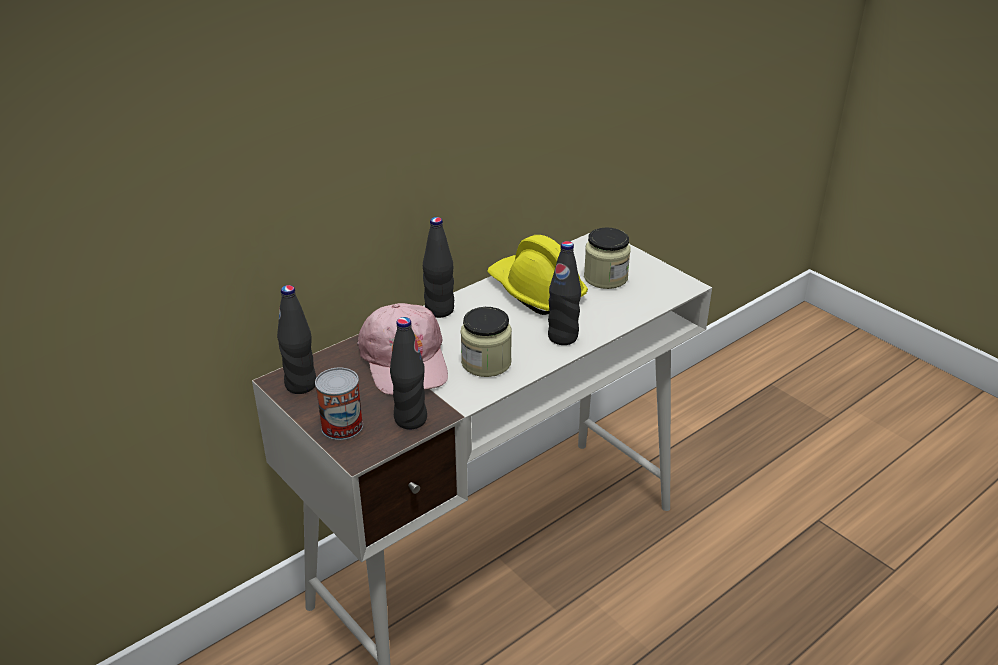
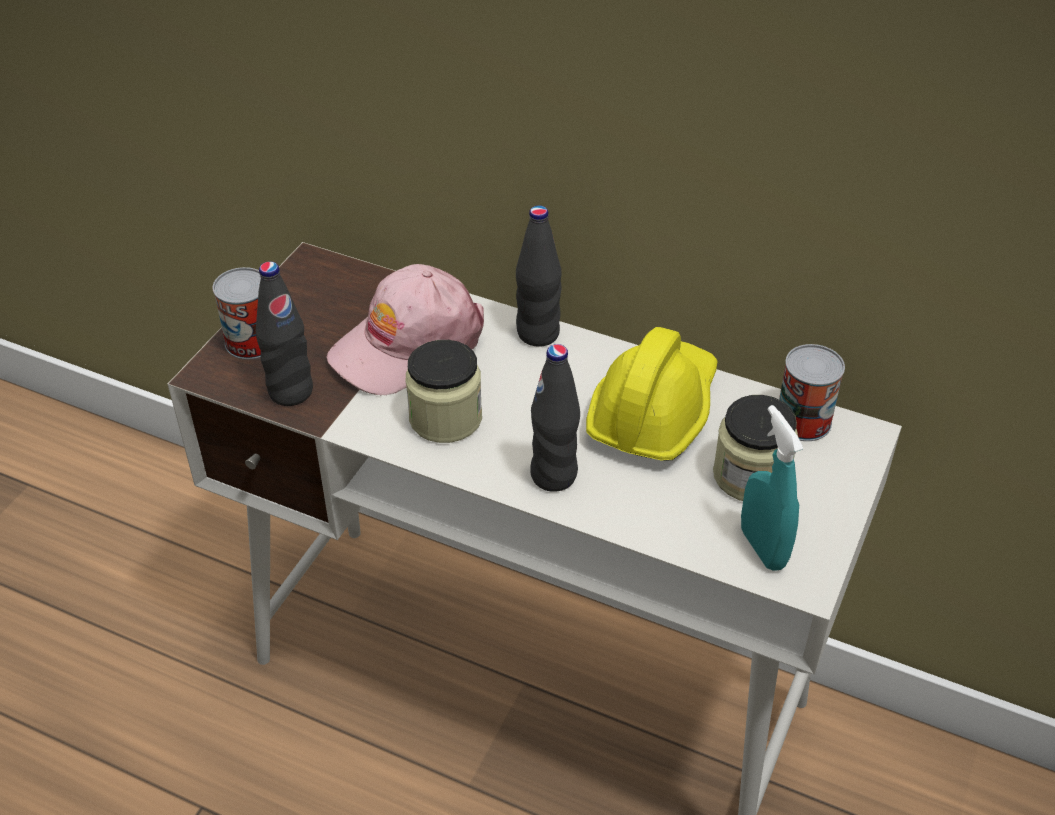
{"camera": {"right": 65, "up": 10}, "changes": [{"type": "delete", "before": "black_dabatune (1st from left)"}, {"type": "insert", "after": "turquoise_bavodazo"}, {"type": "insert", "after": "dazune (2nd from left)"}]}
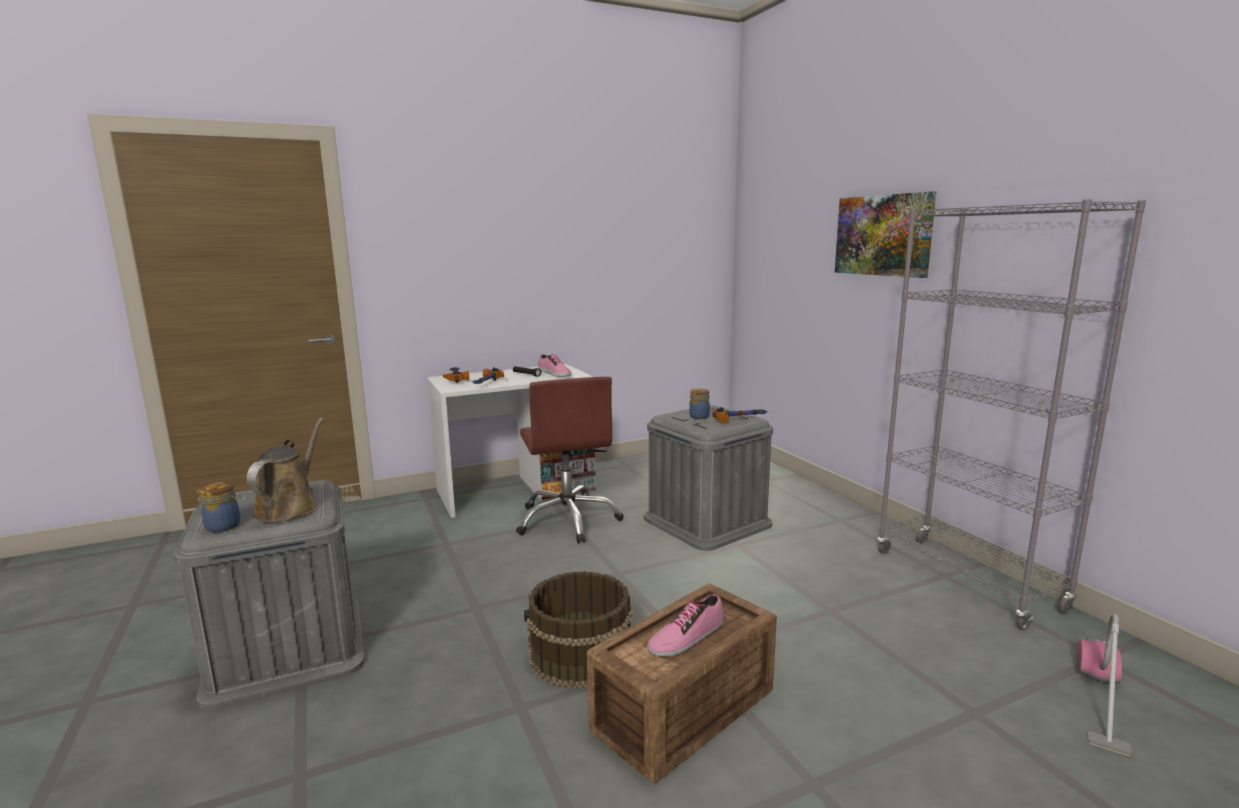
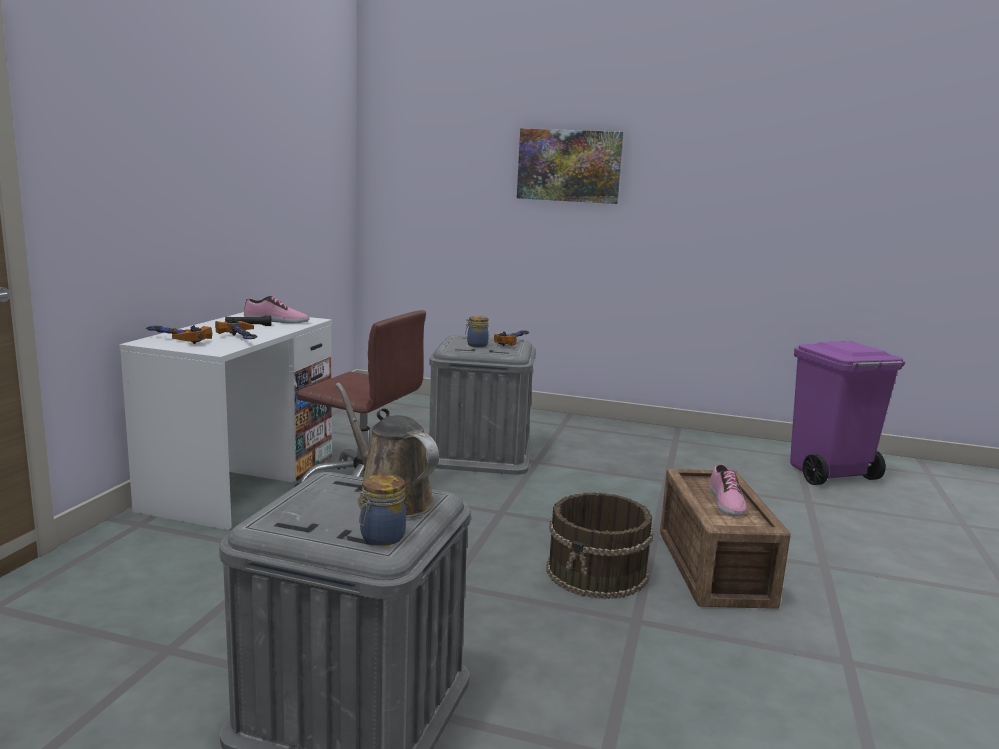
{"camera": {"right": -50, "up": 0}, "changes": [{"type": "delete", "before": "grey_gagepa"}, {"type": "replace", "before": "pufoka", "after": "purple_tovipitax"}]}
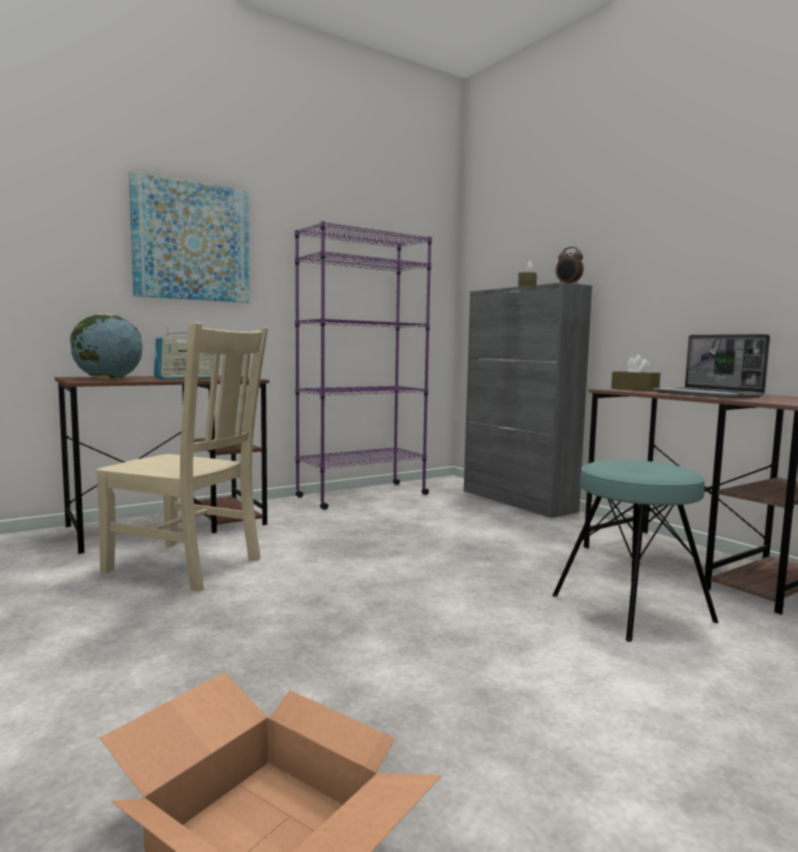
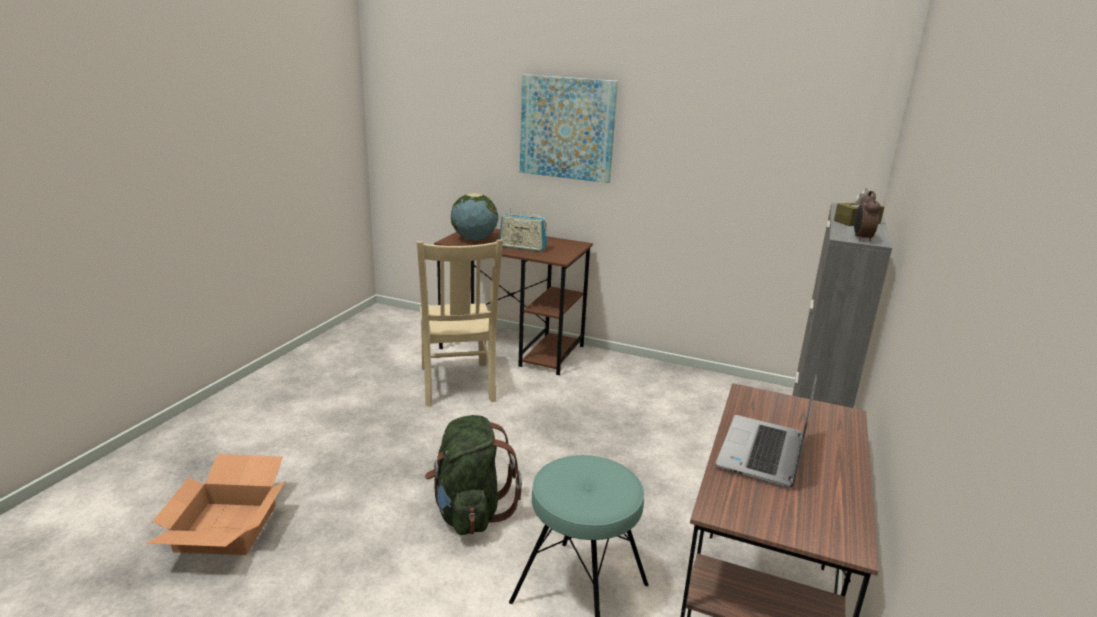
{"camera": {"right": 55, "up": 15}, "changes": [{"type": "delete", "before": "purple_gagepa"}, {"type": "delete", "before": "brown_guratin (2nd from left)"}, {"type": "insert", "after": "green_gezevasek"}]}
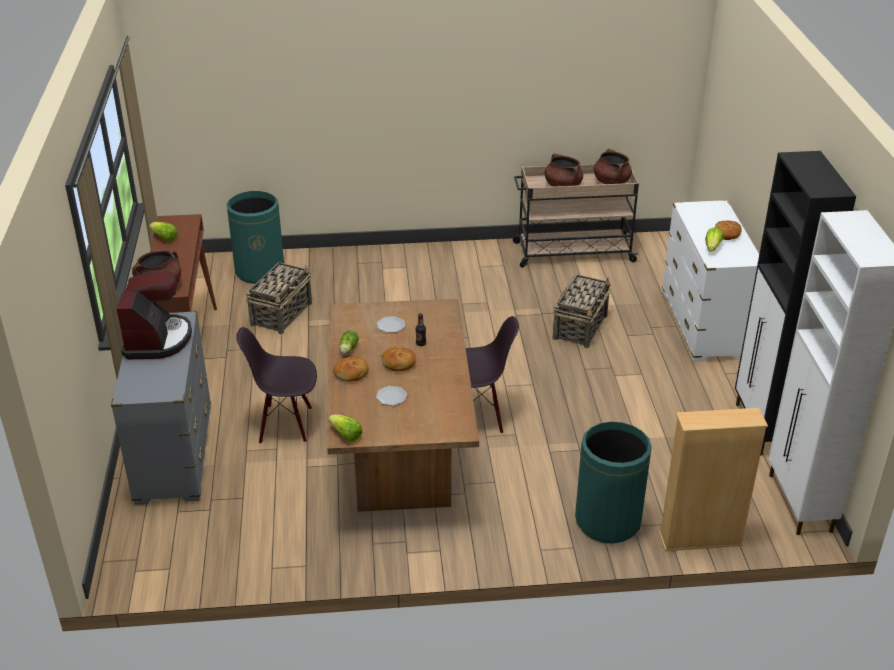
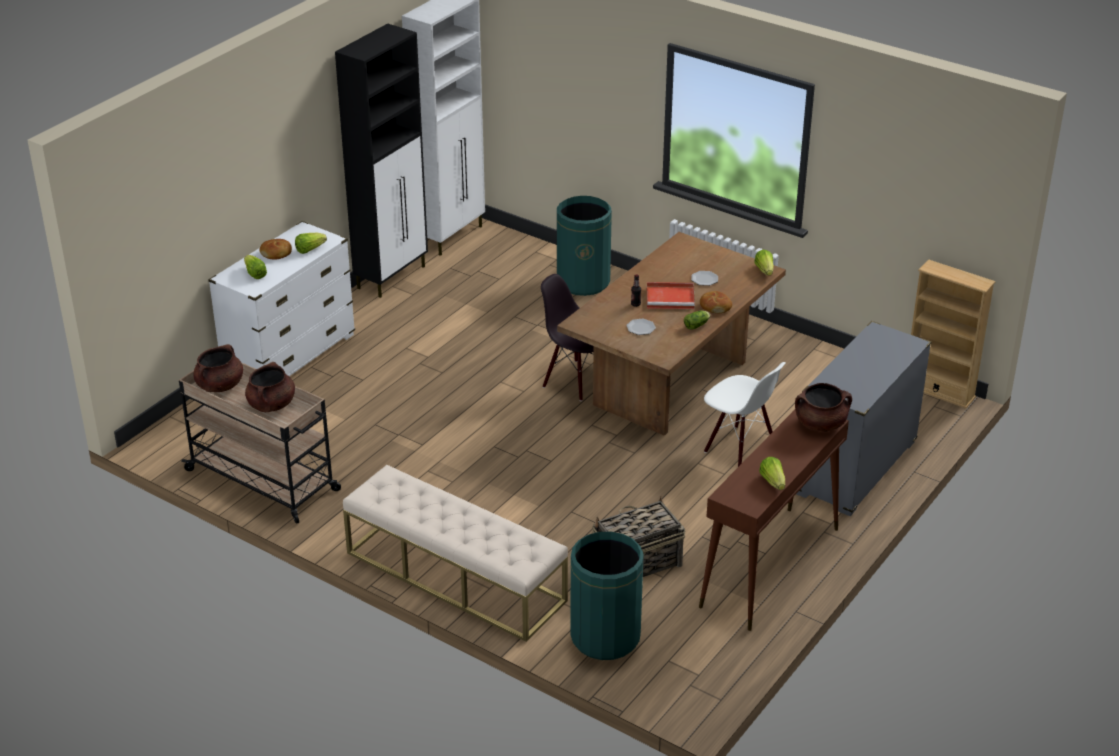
{"camera": {"right": -140, "up": 0}, "changes": [{"type": "delete", "before": "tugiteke"}, {"type": "delete", "before": "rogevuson (2nd from left)"}, {"type": "insert", "after": "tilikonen (1st from left)"}, {"type": "insert", "after": "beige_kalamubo"}, {"type": "move", "before": "beige_gagepa"}, {"type": "replace", "before": "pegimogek (2nd from left)", "after": "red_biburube"}, {"type": "recolor", "before": "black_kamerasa (1st from left)", "after": "white_kamerasa"}]}
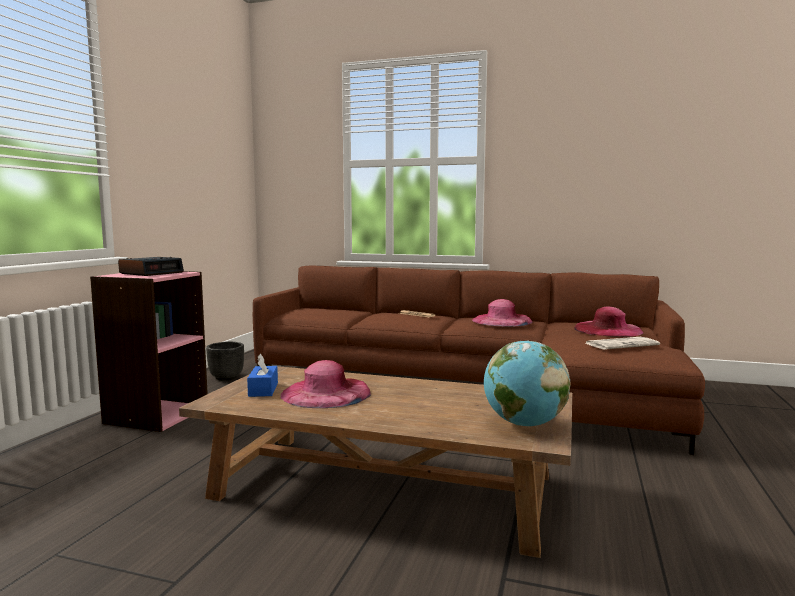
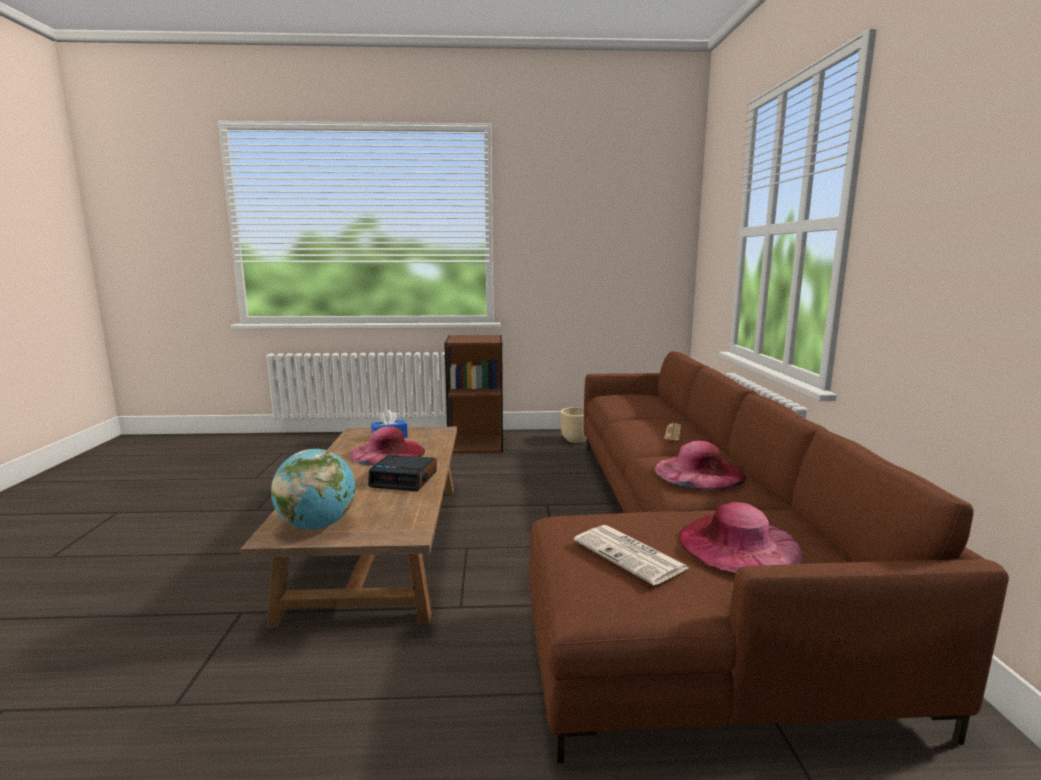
{"camera": {"right": 70, "up": 5}, "changes": [{"type": "move", "before": "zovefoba"}, {"type": "recolor", "before": "pink_gagepa", "after": "brown_gagepa"}, {"type": "recolor", "before": "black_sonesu", "after": "beige_sonesu"}]}
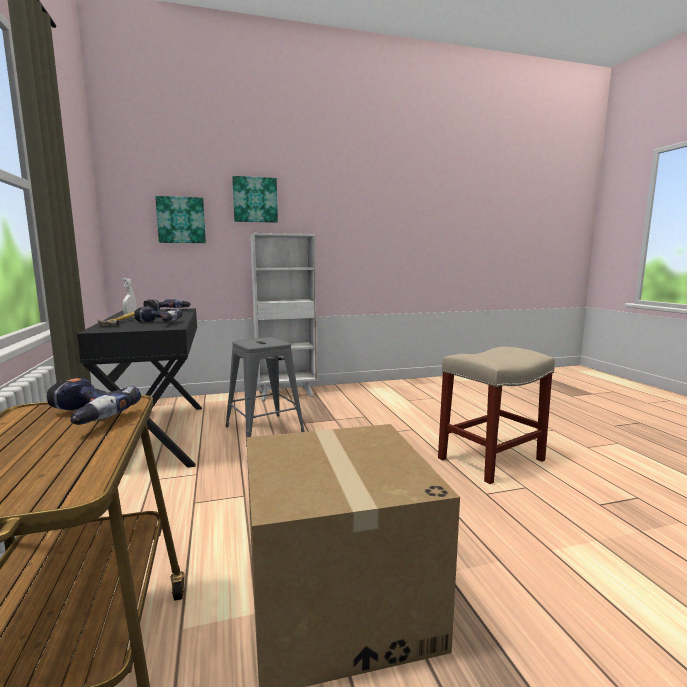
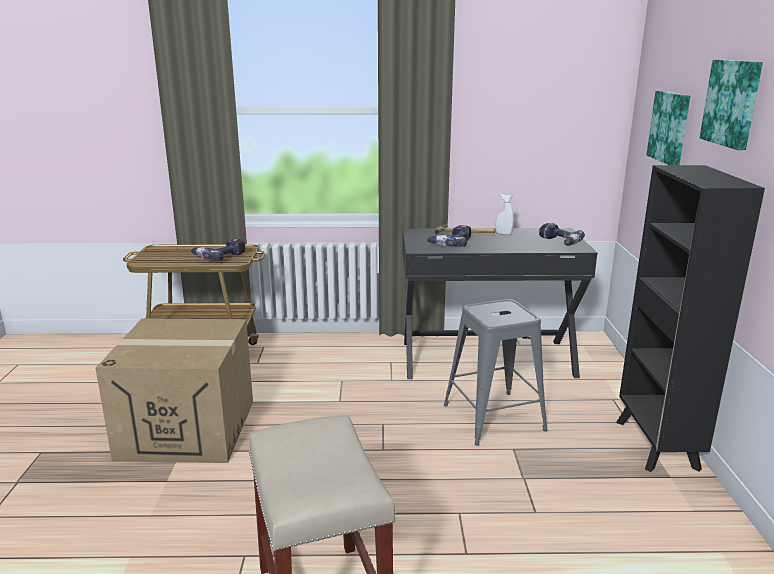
{"camera": {"right": 105, "up": 10}, "changes": [{"type": "recolor", "before": "white_gagepa", "after": "black_gagepa"}]}
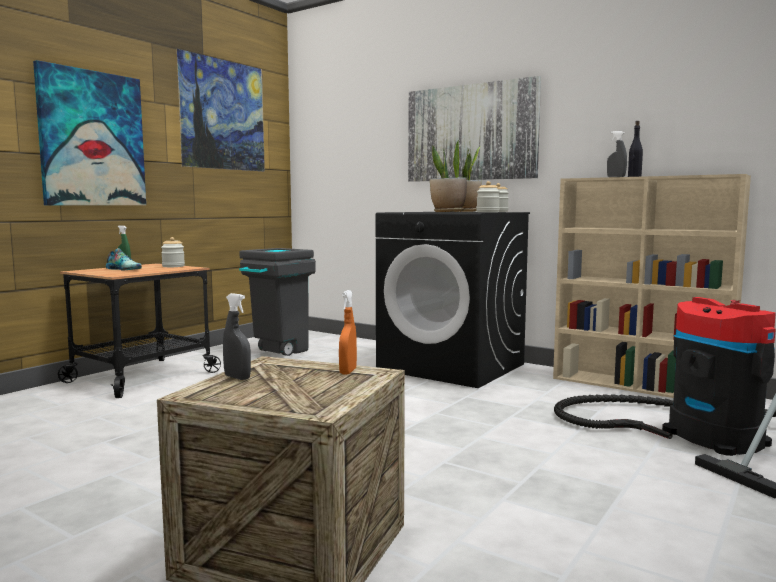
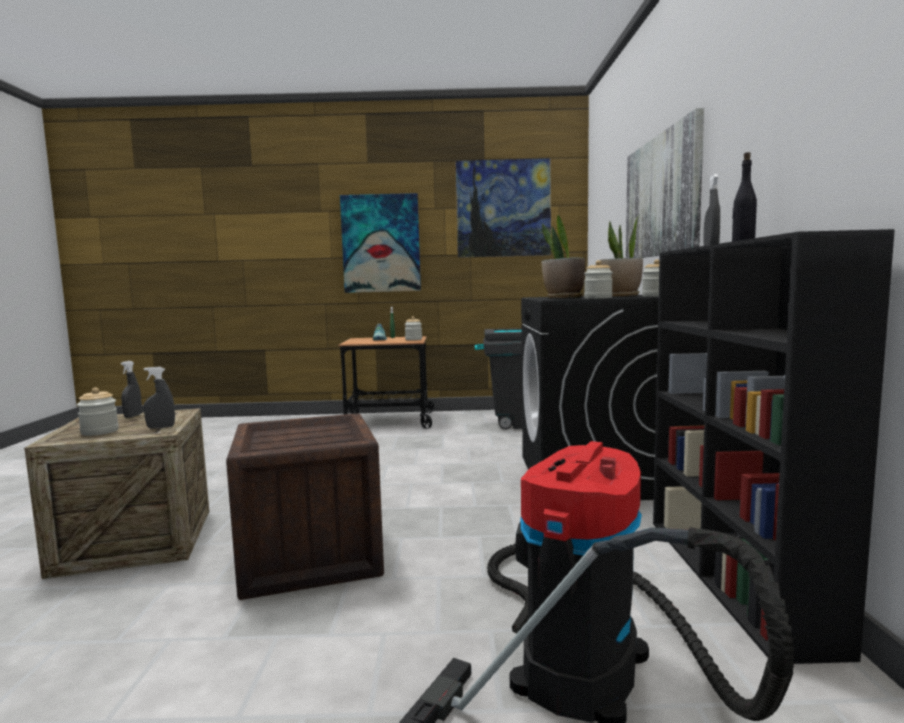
{"camera": {"right": 55, "up": 0}, "changes": [{"type": "insert", "after": "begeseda (1st from left)"}, {"type": "insert", "after": "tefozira (2nd from left)"}, {"type": "recolor", "before": "orange_bavodazo", "after": "grey_bavodazo (2nd from left)"}, {"type": "recolor", "before": "beige_gagepa", "after": "black_gagepa"}]}
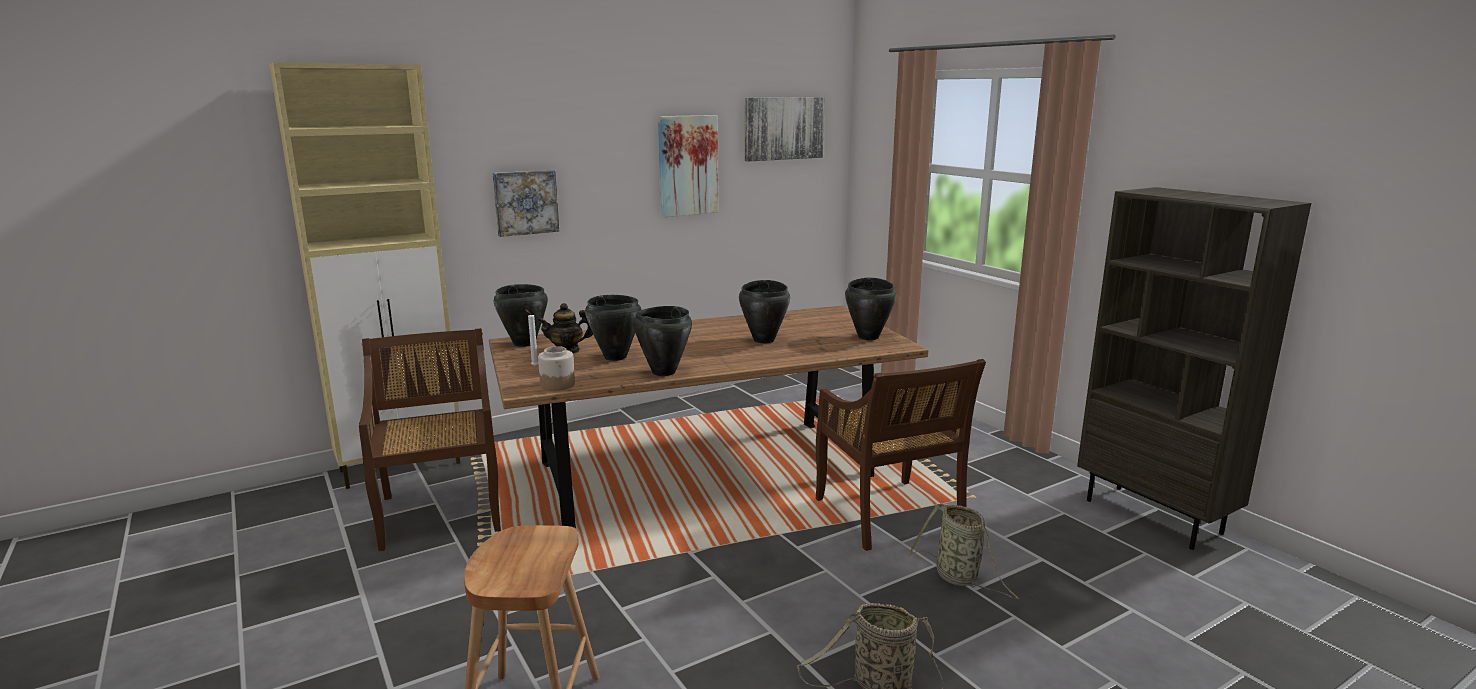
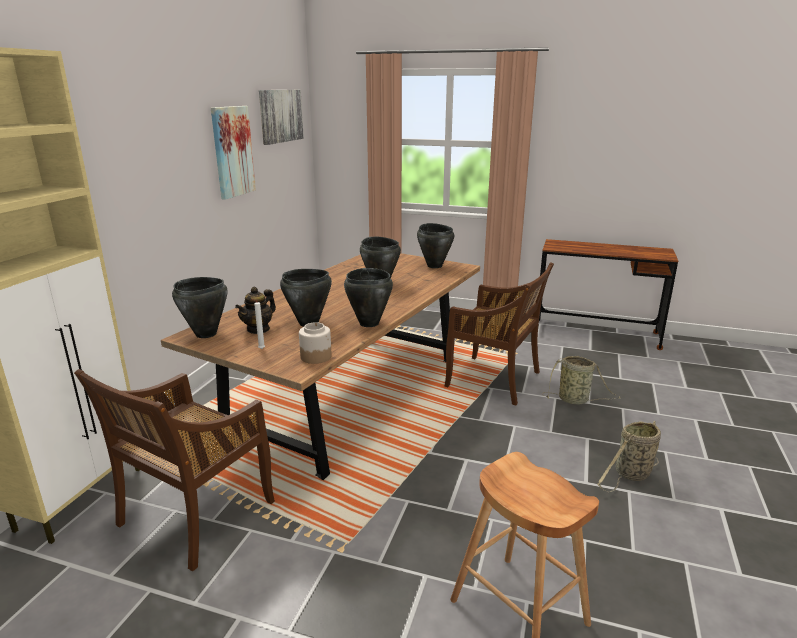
{"camera": {"right": -40, "up": 5}, "changes": [{"type": "delete", "before": "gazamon (1st from left)"}, {"type": "replace", "before": "brown_gagepa", "after": "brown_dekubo"}, {"type": "rotate", "before": "brown_kamerasa (1st from left)", "turn": -90}]}
